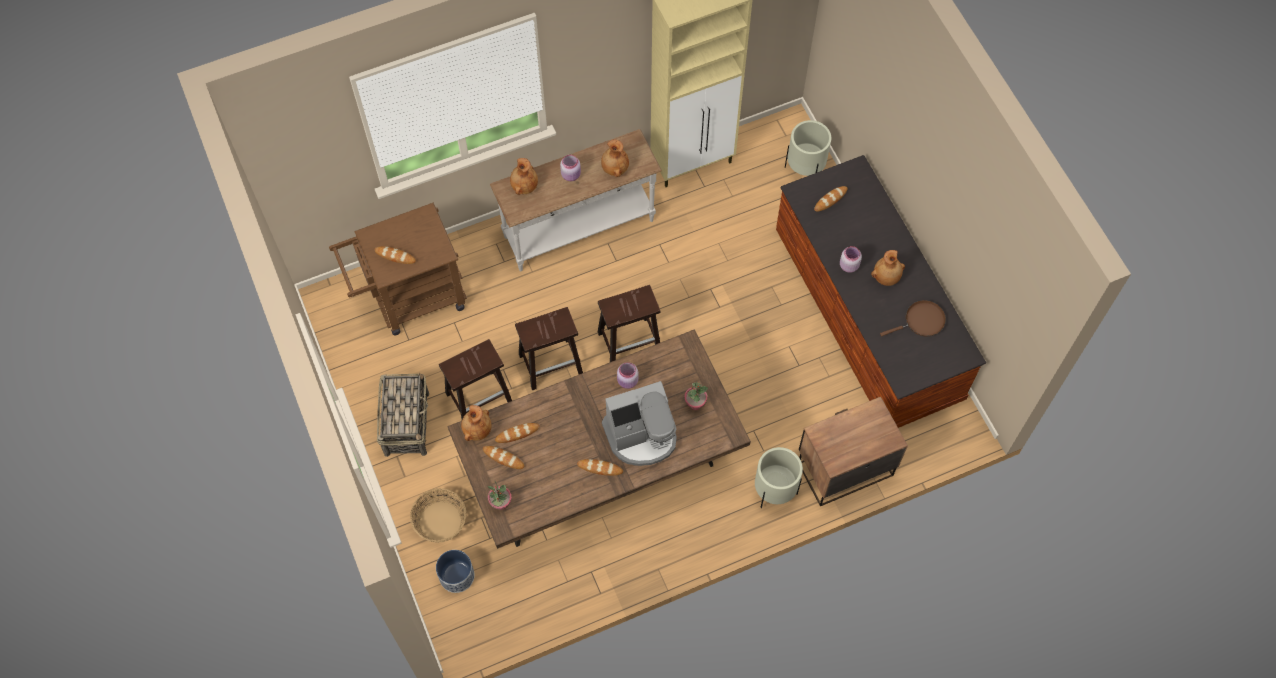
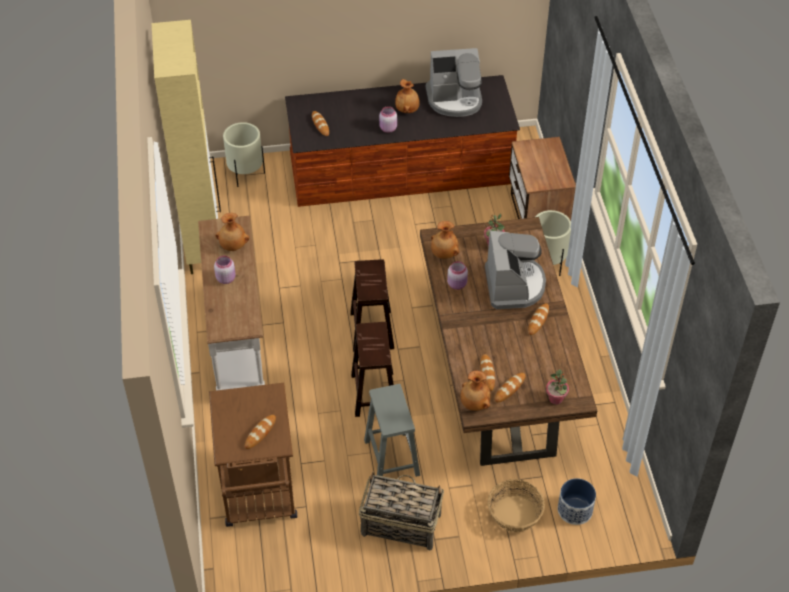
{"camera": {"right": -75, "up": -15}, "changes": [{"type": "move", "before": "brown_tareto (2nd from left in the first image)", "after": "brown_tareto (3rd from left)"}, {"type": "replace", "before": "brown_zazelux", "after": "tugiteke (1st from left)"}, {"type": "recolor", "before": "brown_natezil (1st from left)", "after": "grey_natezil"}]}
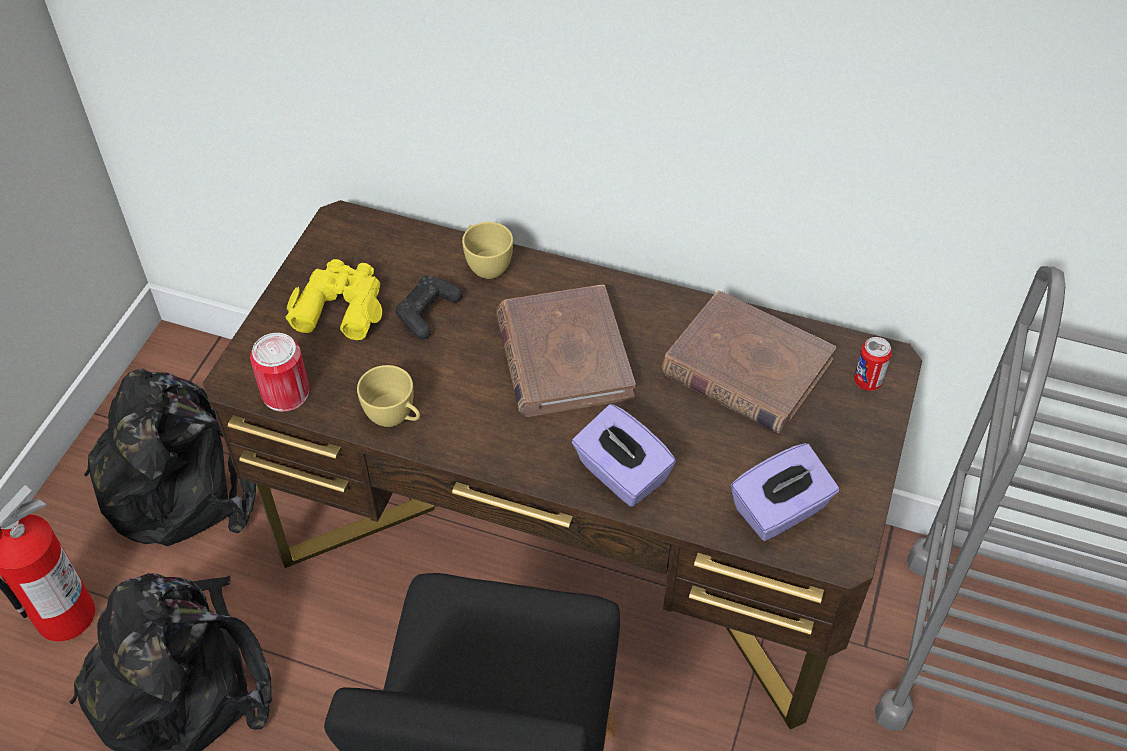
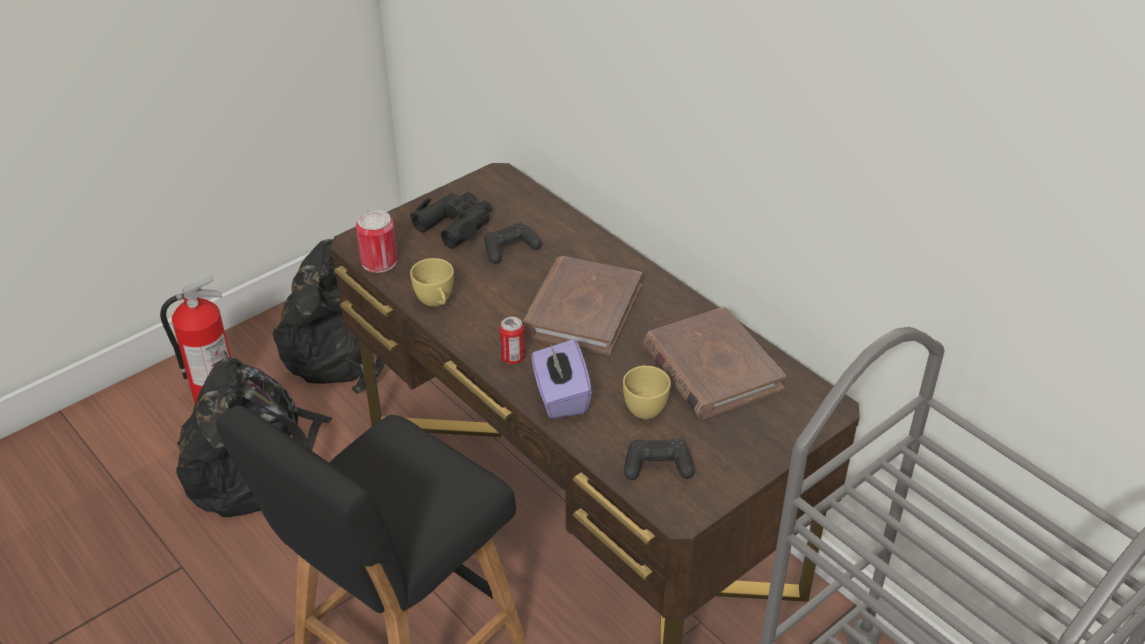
{"camera": {"right": 30, "up": -10}, "changes": [{"type": "move", "before": "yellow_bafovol (2nd from left)"}, {"type": "move", "before": "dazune (2nd from left)"}, {"type": "replace", "before": "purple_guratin (2nd from left)", "after": "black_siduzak (2nd from left)"}, {"type": "recolor", "before": "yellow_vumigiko", "after": "black_vumigiko"}]}
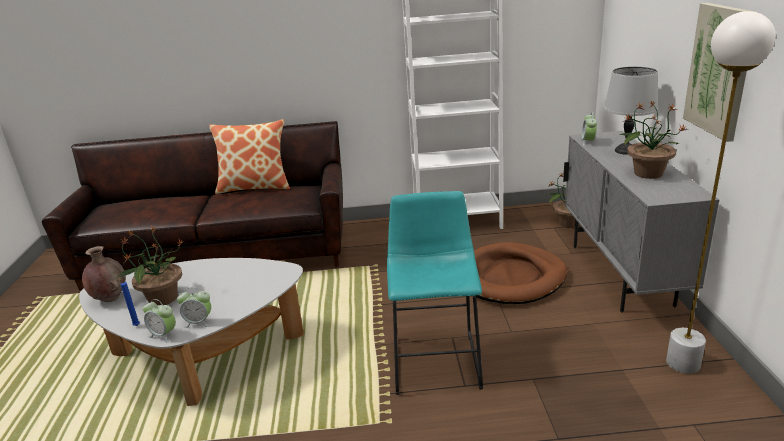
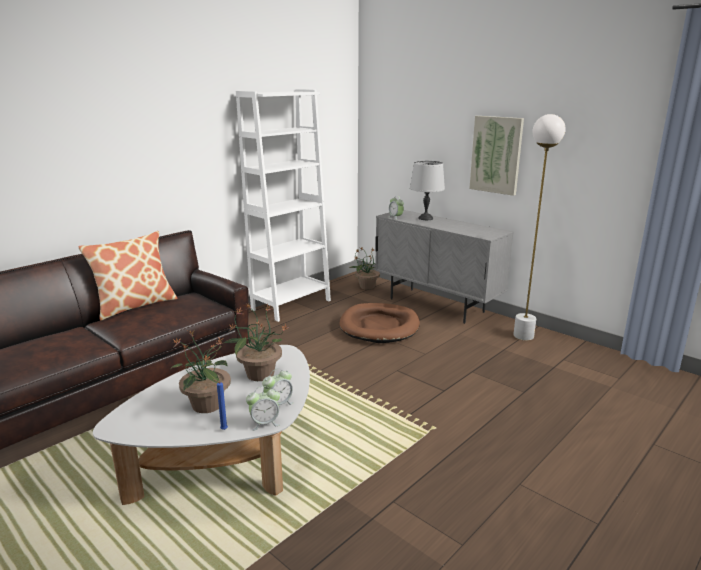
{"camera": {"right": -45, "up": -5}, "changes": [{"type": "delete", "before": "brown_tareto"}, {"type": "delete", "before": "turquoise_natezil"}, {"type": "move", "before": "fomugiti (3rd from left in the first image)", "after": "fomugiti (2nd from left)"}]}
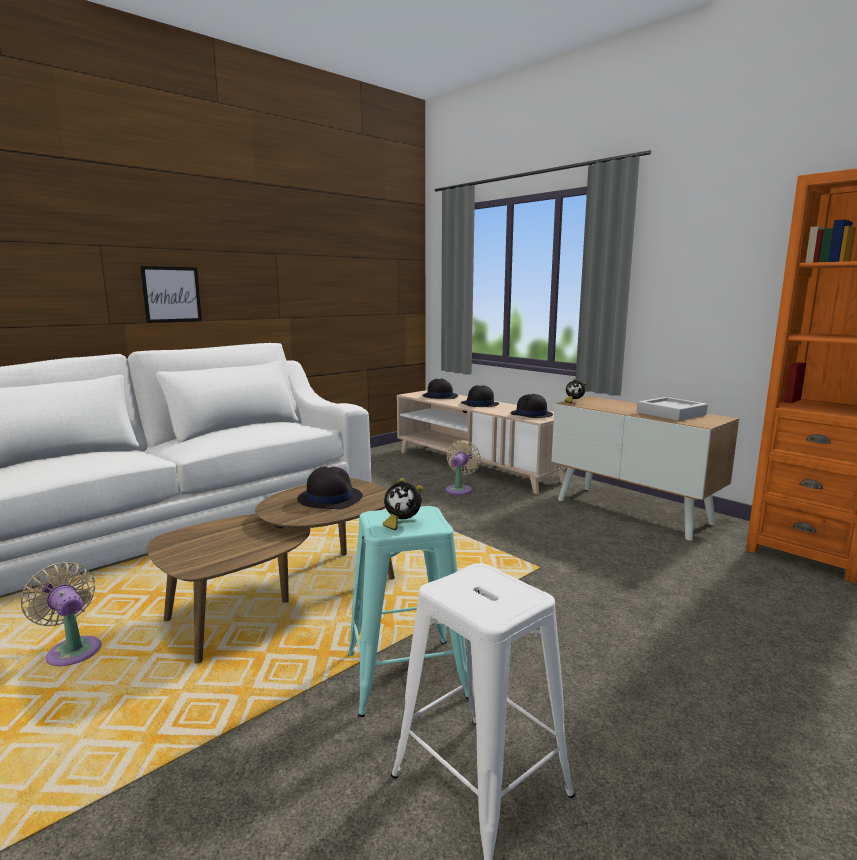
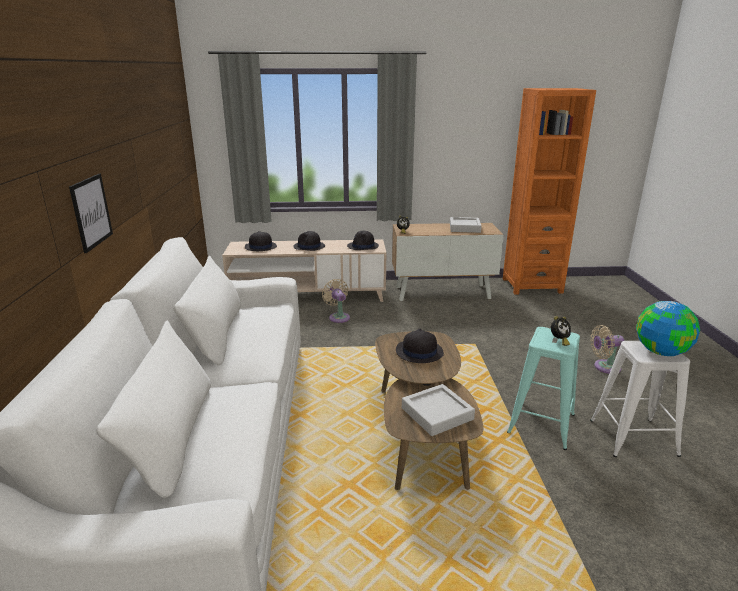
{"camera": {"right": -50, "up": 10}, "changes": [{"type": "insert", "after": "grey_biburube (1st from left)"}, {"type": "insert", "after": "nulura"}, {"type": "move", "before": "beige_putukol (1st from left in the first image)", "after": "beige_putukol (2nd from left)"}]}
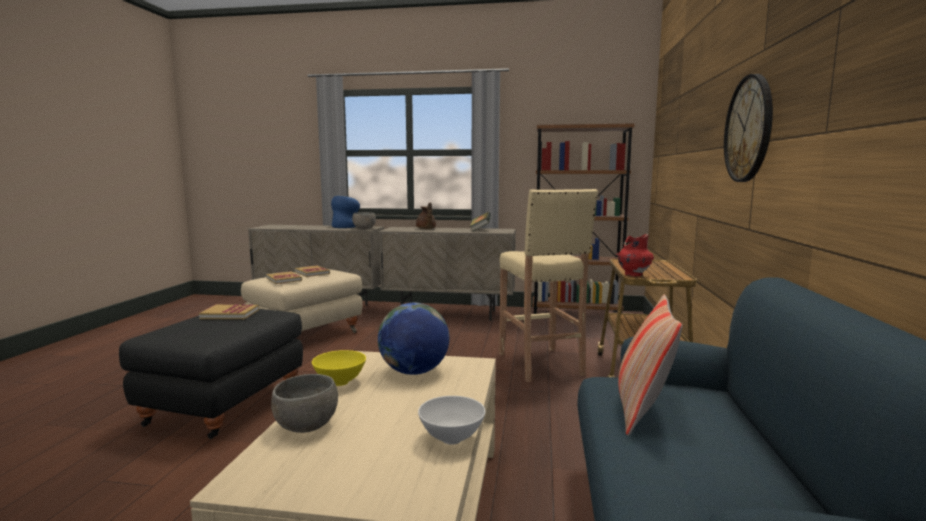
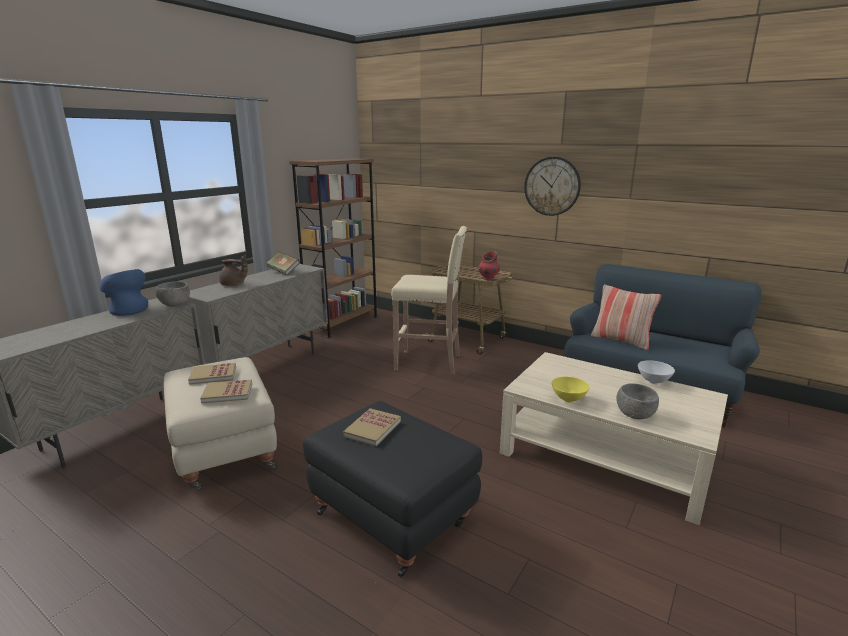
{"camera": {"right": -65, "up": 10}, "changes": [{"type": "delete", "before": "nulura"}]}
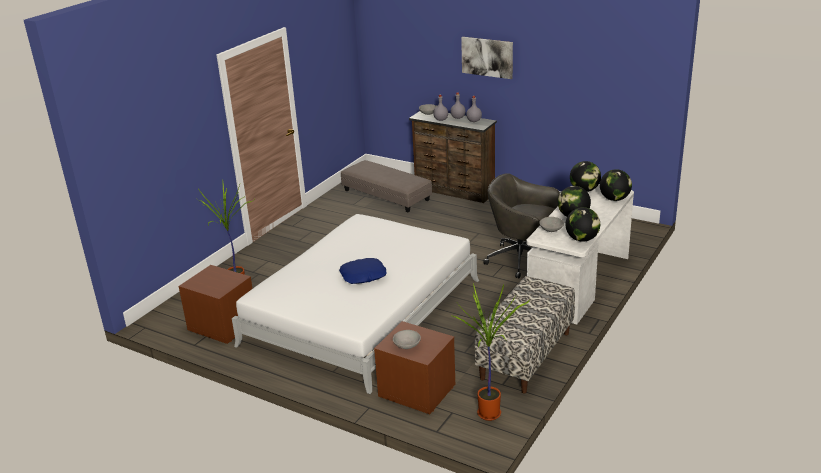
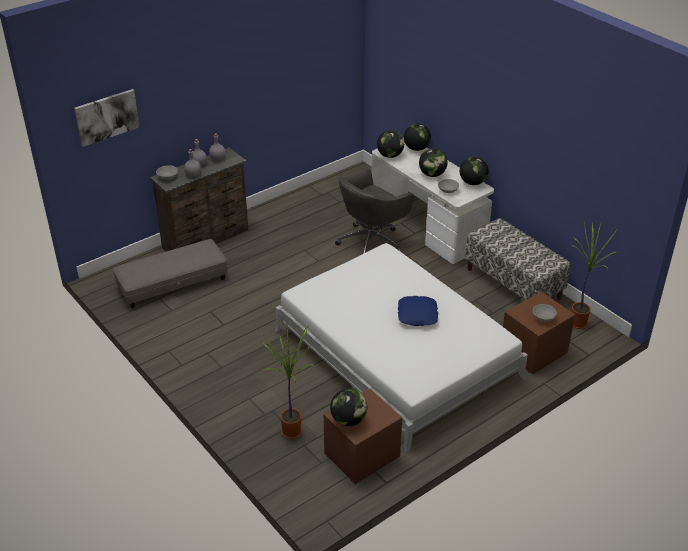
{"camera": {"right": -70, "up": 10}, "changes": [{"type": "insert", "after": "nulura (1st from left)"}, {"type": "move", "before": "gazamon"}]}
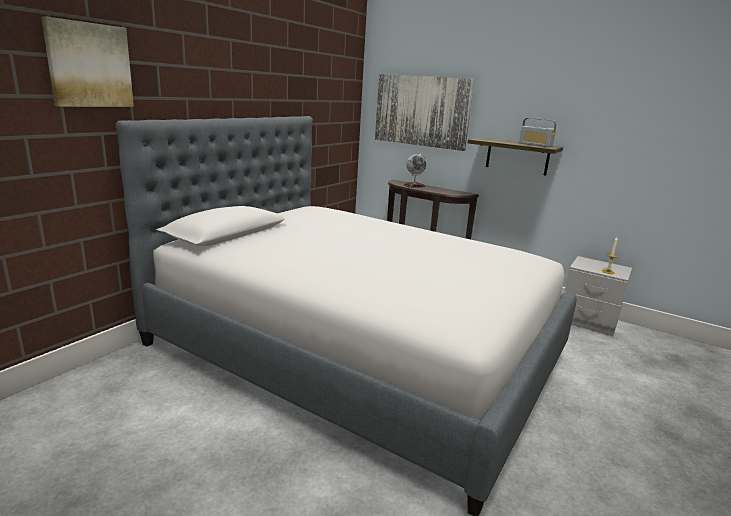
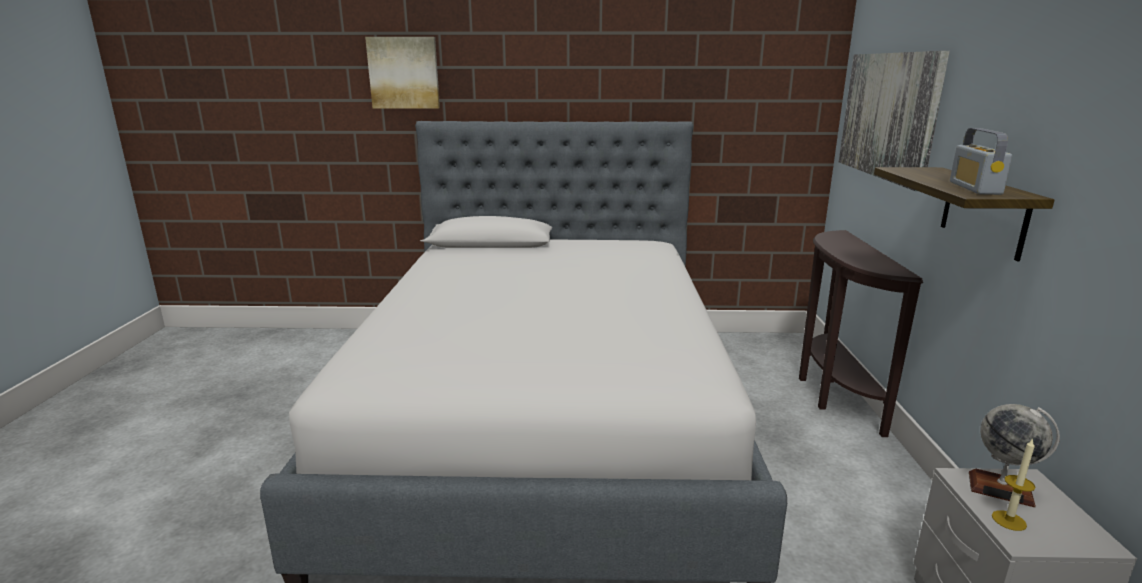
{"camera": {"right": 60, "up": 0}, "changes": [{"type": "move", "before": "nulura"}]}
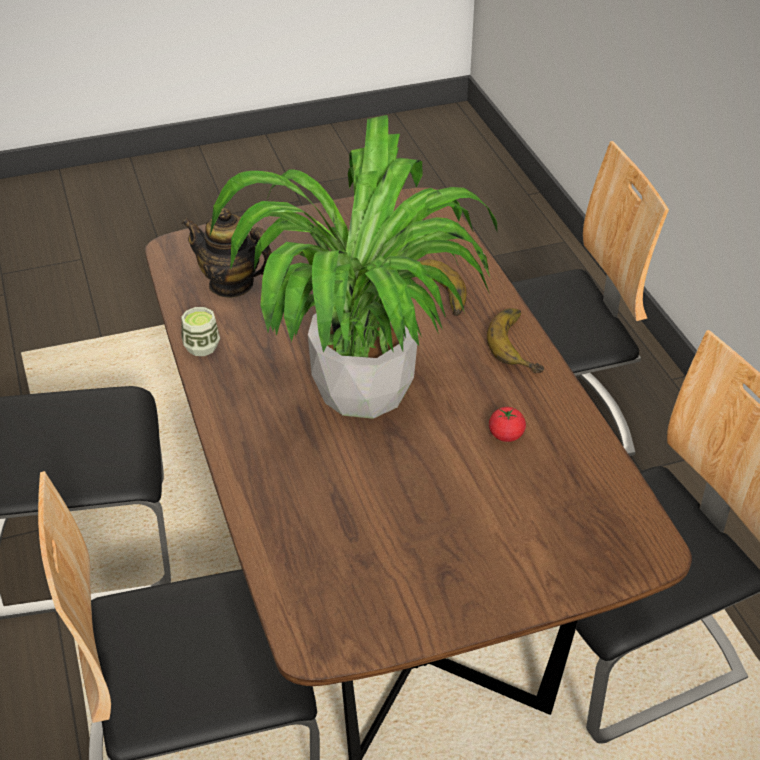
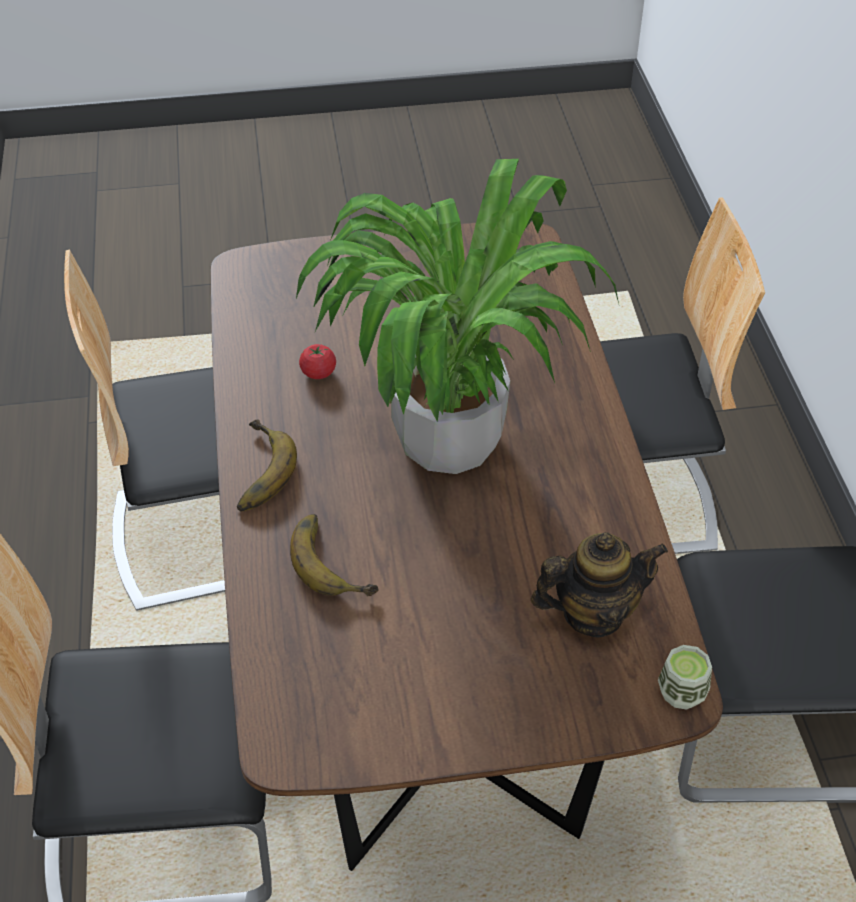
{"camera": {"right": -170, "up": 5}, "changes": [{"type": "move", "before": "bafovol"}, {"type": "rotate", "before": "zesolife", "turn": -45}]}
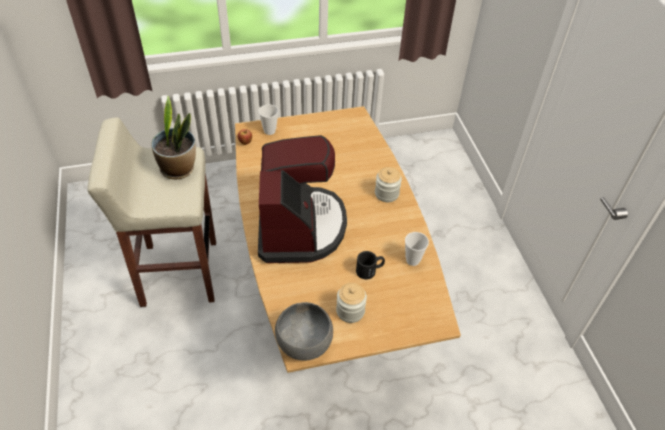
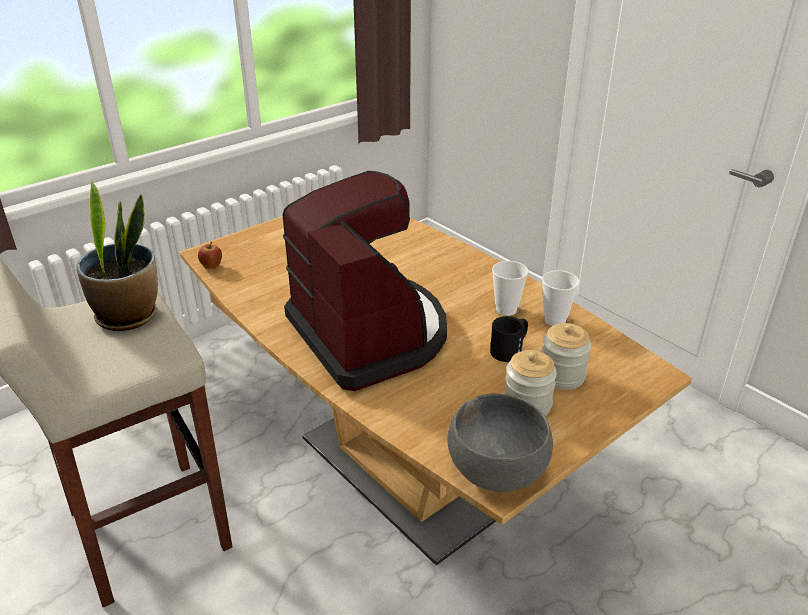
{"camera": {"right": -25, "up": -15}, "changes": [{"type": "move", "before": "bafovol (1st from left)"}, {"type": "move", "before": "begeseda (2nd from left)"}]}
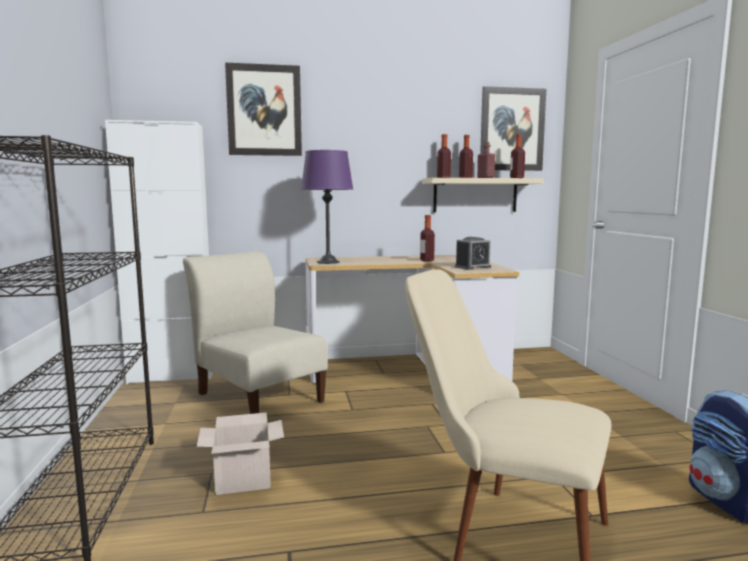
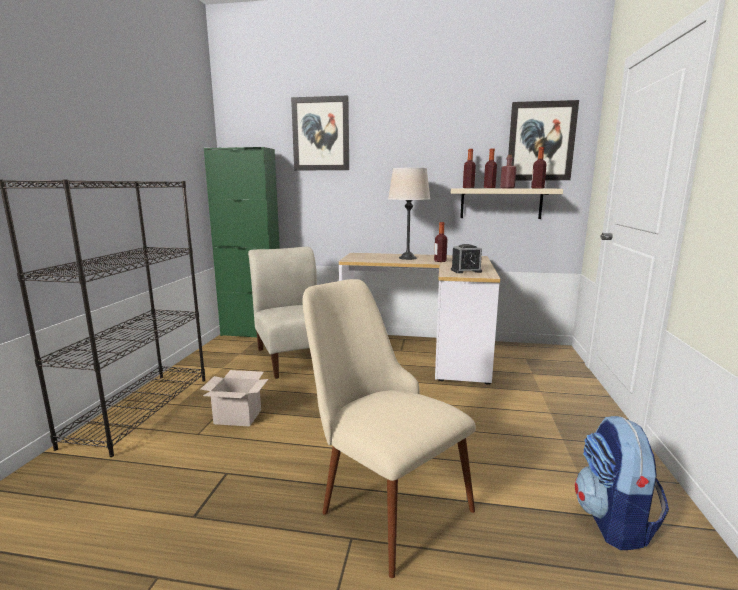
{"camera": {"right": 20, "up": 5}, "changes": [{"type": "delete", "before": "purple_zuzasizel"}, {"type": "insert", "after": "beige_zuzasizel"}, {"type": "recolor", "before": "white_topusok", "after": "green_topusok"}]}
